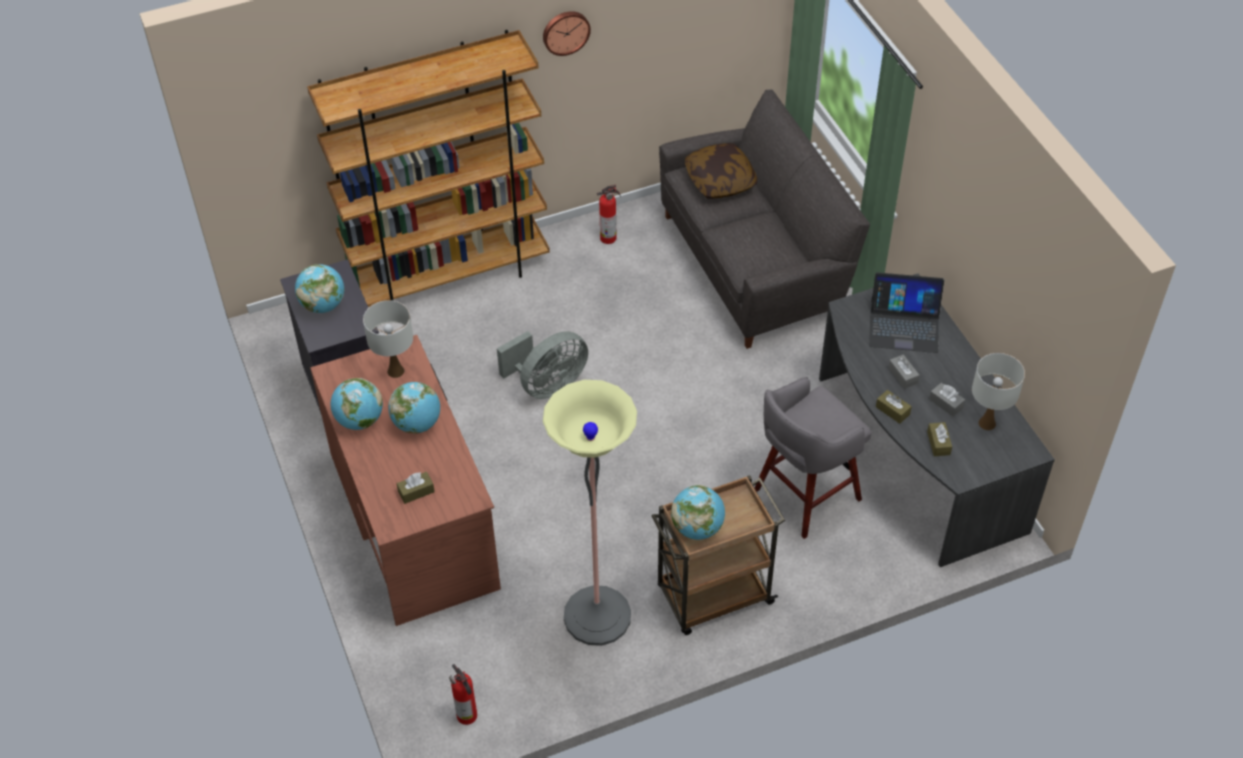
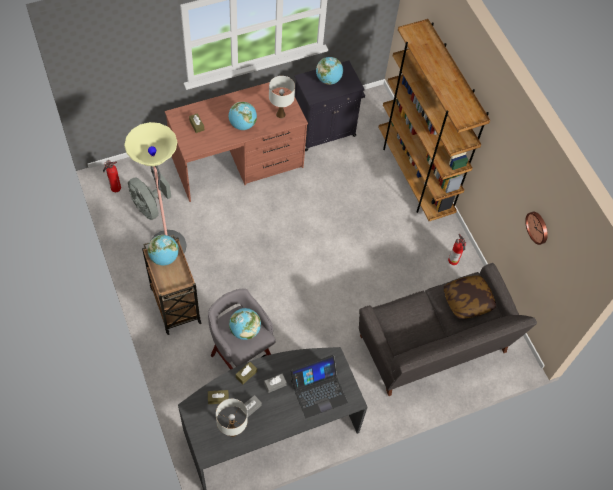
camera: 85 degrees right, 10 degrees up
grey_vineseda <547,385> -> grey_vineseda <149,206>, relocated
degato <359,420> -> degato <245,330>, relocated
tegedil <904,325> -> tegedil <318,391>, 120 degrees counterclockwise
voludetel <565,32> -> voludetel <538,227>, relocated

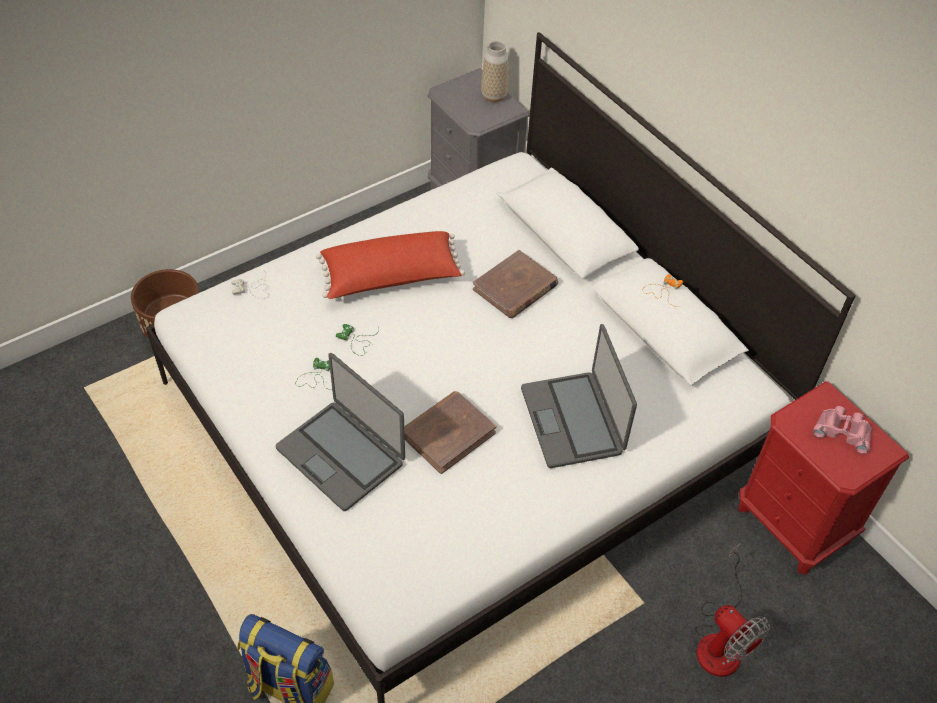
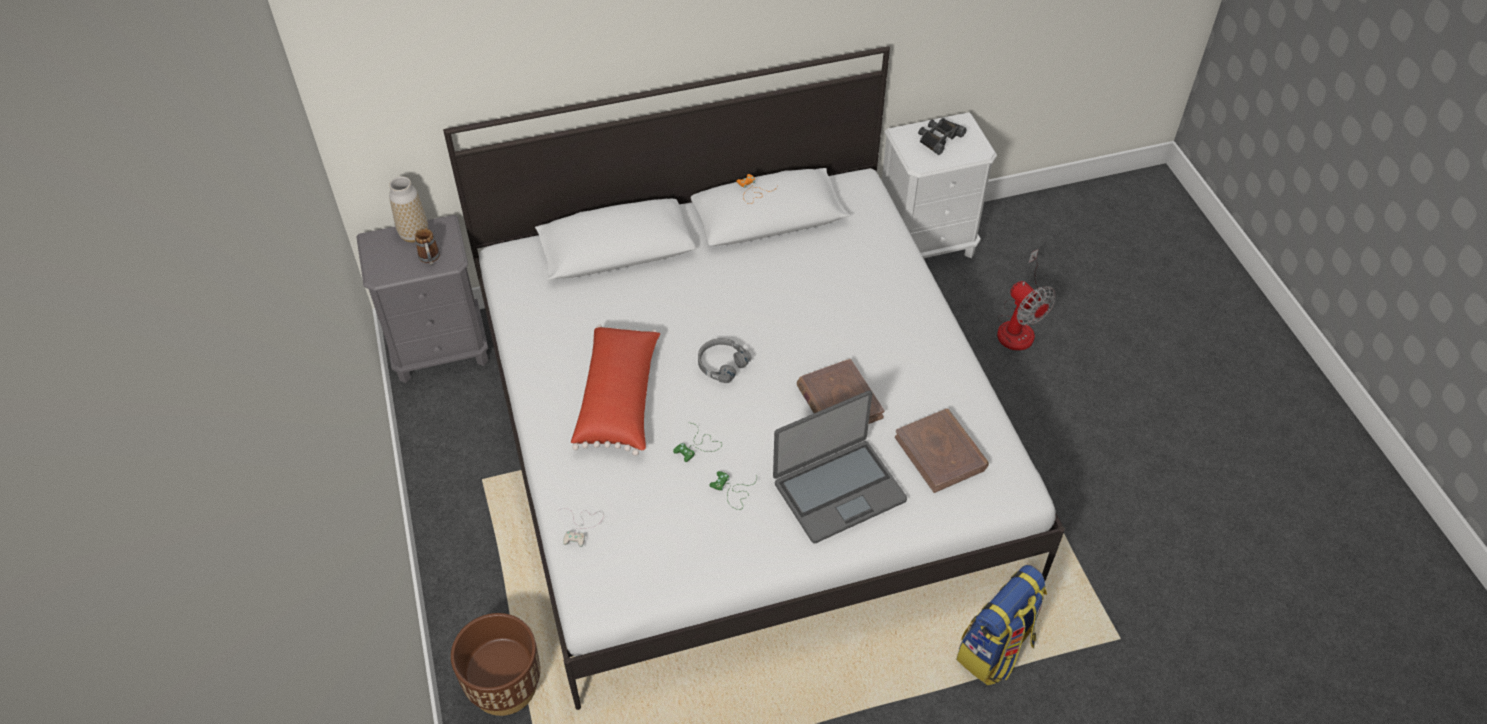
camera: 70 degrees left, 0 degrees up
none -> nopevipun <430,259>
none -> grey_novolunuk <721,364>
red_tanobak <794,524> -> white_tanobak <926,244>
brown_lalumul <515,288> -> brown_lalumul <941,452>, relocated
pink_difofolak <843,431> -> black_difofolak <938,138>
vineseda <720,640> -> vineseda <1018,326>, 75 degrees clockwise
tegedil <573,420> -> none

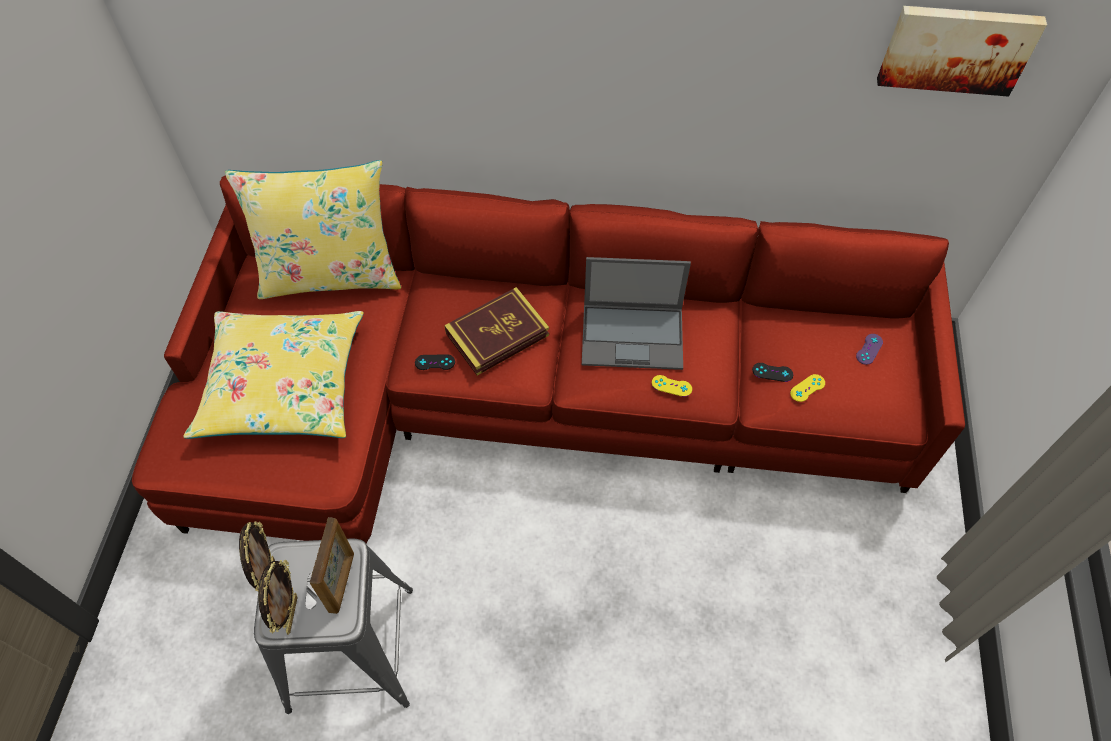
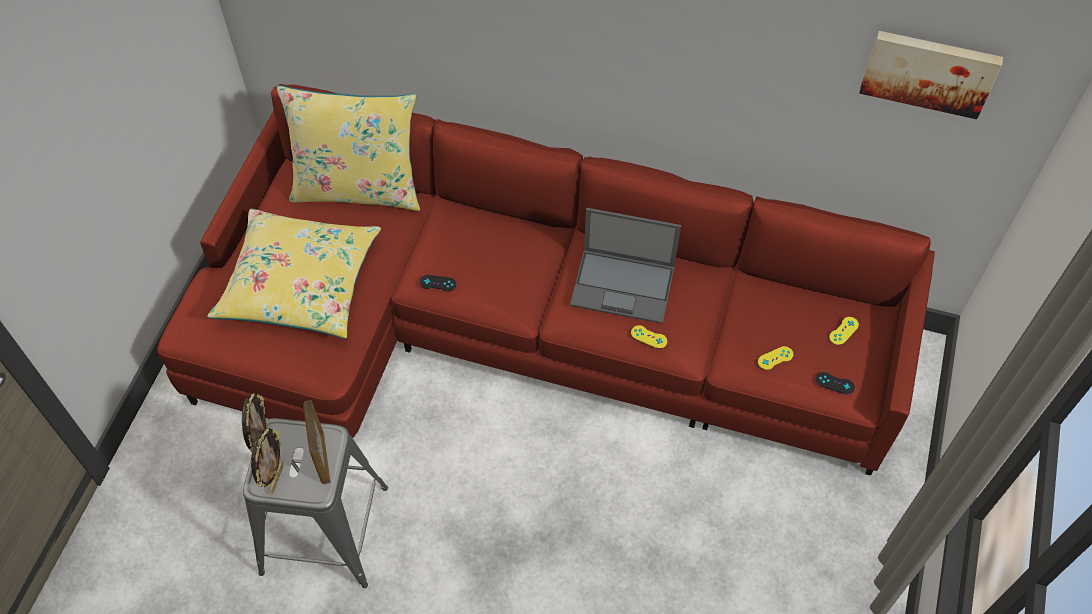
camera: 10 degrees right, 0 degrees up
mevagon <342,581> -> mevagon <322,459>, 150 degrees clockwise
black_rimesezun <772,372> -> black_rimesezun <835,383>, relocated
purple_rimesezun <869,349> -> yellow_rimesezun <843,331>
lalumul <497,334> -> none

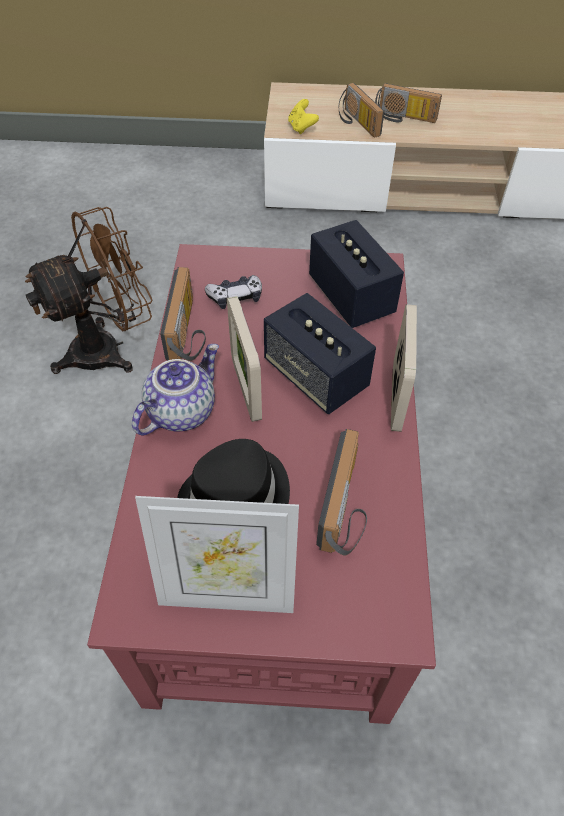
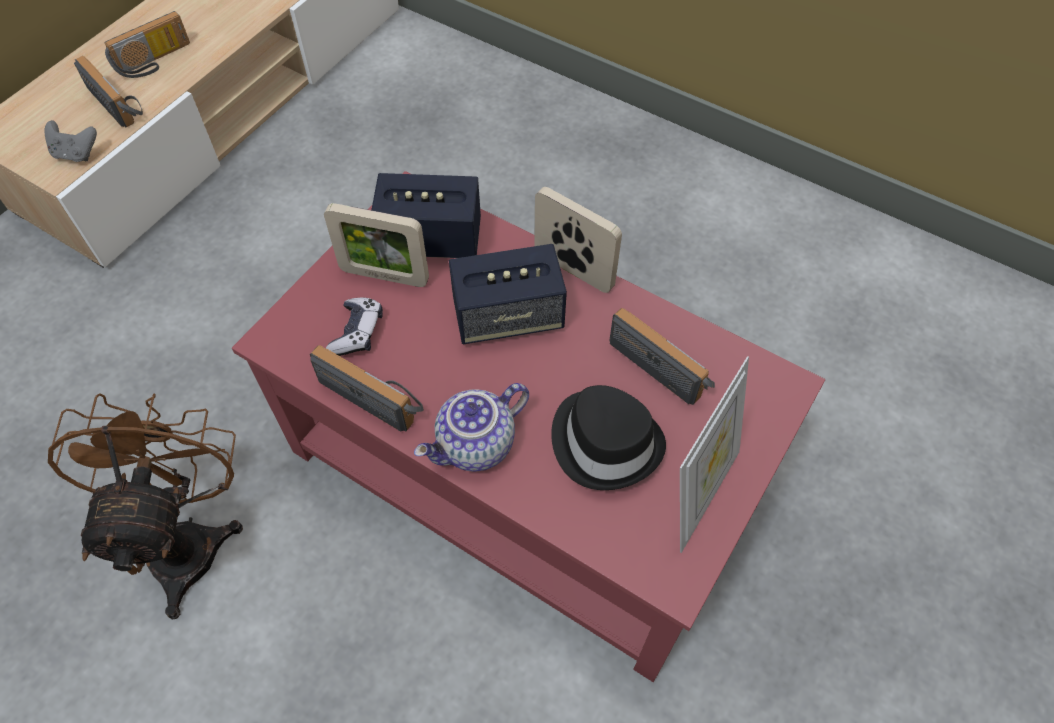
camera: 60 degrees left, 5 degrees up
yellow_rimesezun <301,128> -> grey_rimesezun <76,154>
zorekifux <356,123> -> zorekifux <119,103>, 135 degrees counterclockwise
mevagon <246,389> -> mevagon <384,276>, relocated
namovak <181,411> -> namovak <476,446>, 105 degrees counterclockwise

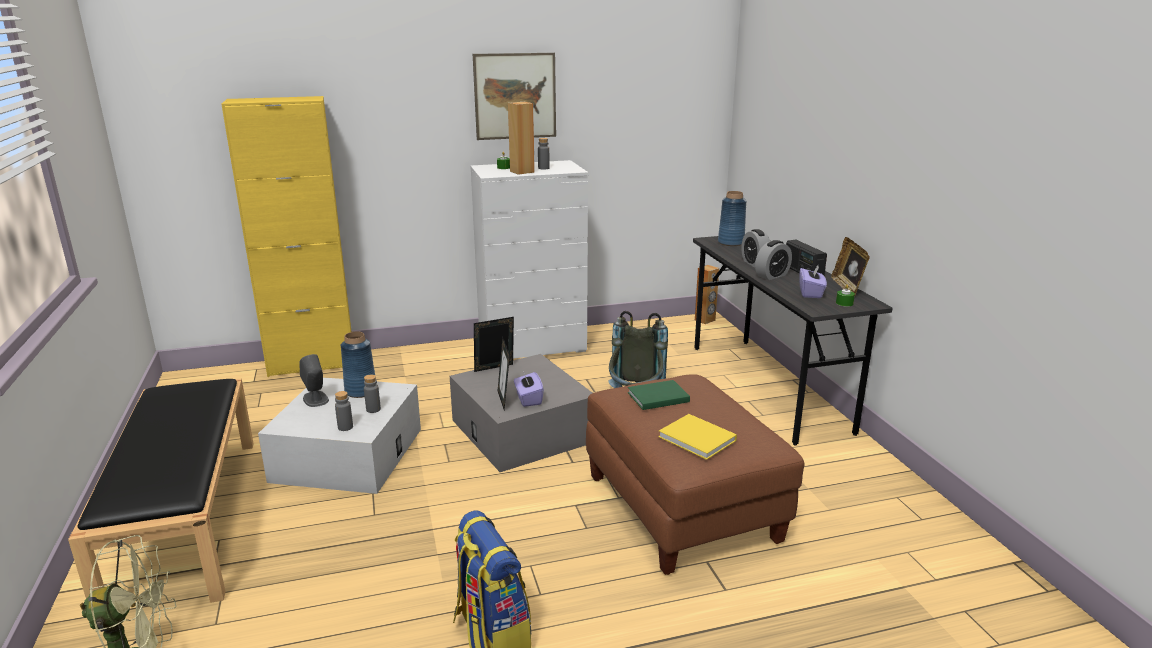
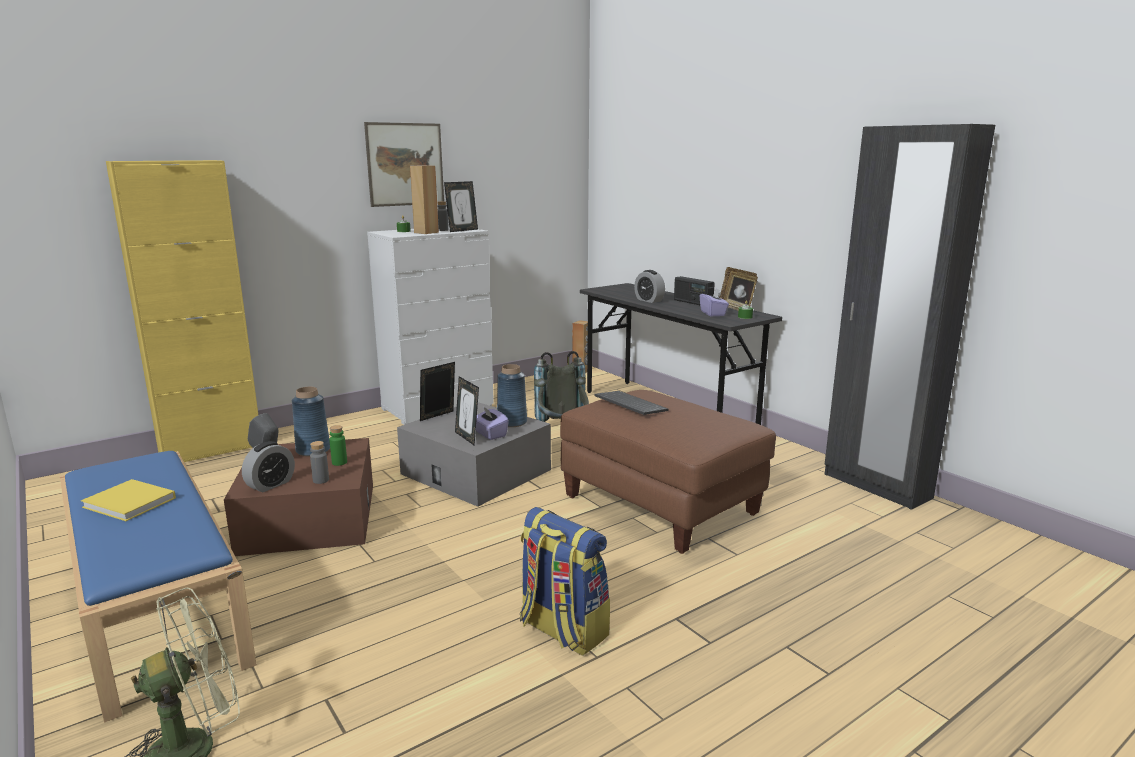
camera: 20 degrees left, 5 degrees down
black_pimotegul <186,517> -> blue_pimotegul <154,603>
yellow_lalumul <698,439> -> yellow_lalumul <131,503>, relocated
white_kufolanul <348,454> -> brown_kufolanul <309,518>
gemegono <772,276> -> gemegono <270,484>, relocated
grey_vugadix <373,409> -> green_vugadix <339,462>
none -> mevagon <462,230>
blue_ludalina <730,242> -> blue_ludalina <512,422>, relocated
green_lalumul <656,397> -> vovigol <628,405>
none -> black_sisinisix <876,486>

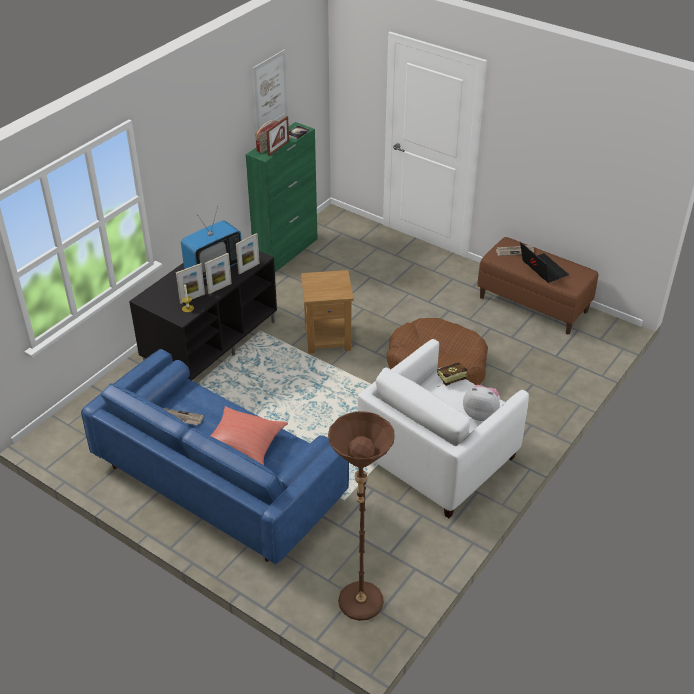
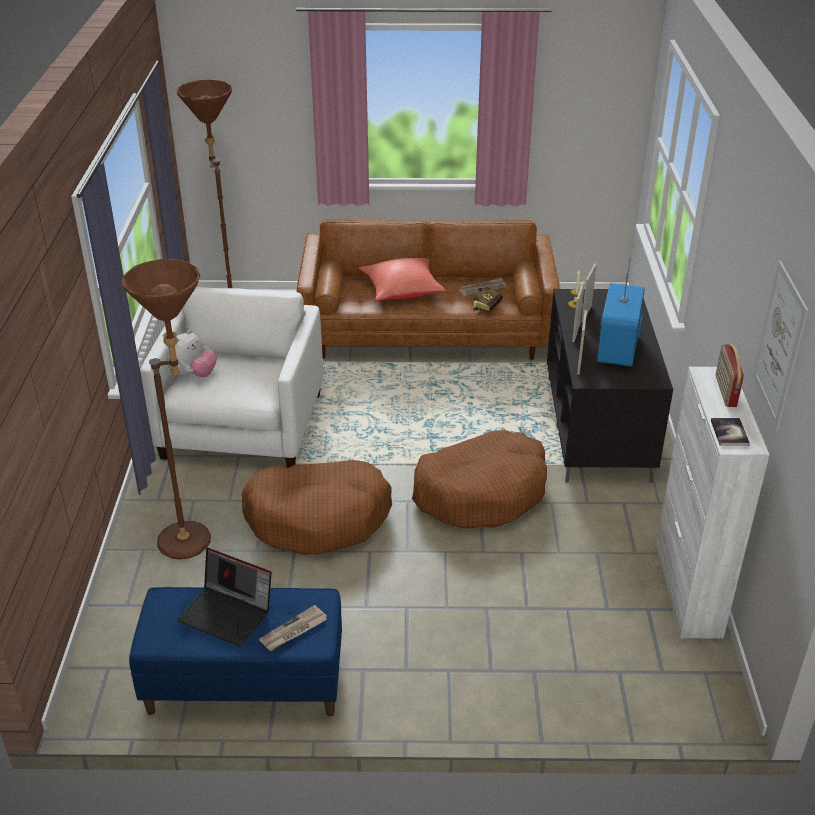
camera: 145 degrees right, 5 degrees down
none -> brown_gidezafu <196,539>
brown_pimotegul <533,304> -> blue_pimotegul <244,684>
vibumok <480,414> -> vibumok <193,375>, 45 degrees counterclockwise
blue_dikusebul <219,482> -> brown_dikusebul <427,332>
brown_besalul <328,338> -> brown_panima <481,492>
lalumul <448,379> -> lalumul <488,307>, relocated
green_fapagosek <286,252> -> white_fapagosek <687,589>
mevagon <278,148> -> none

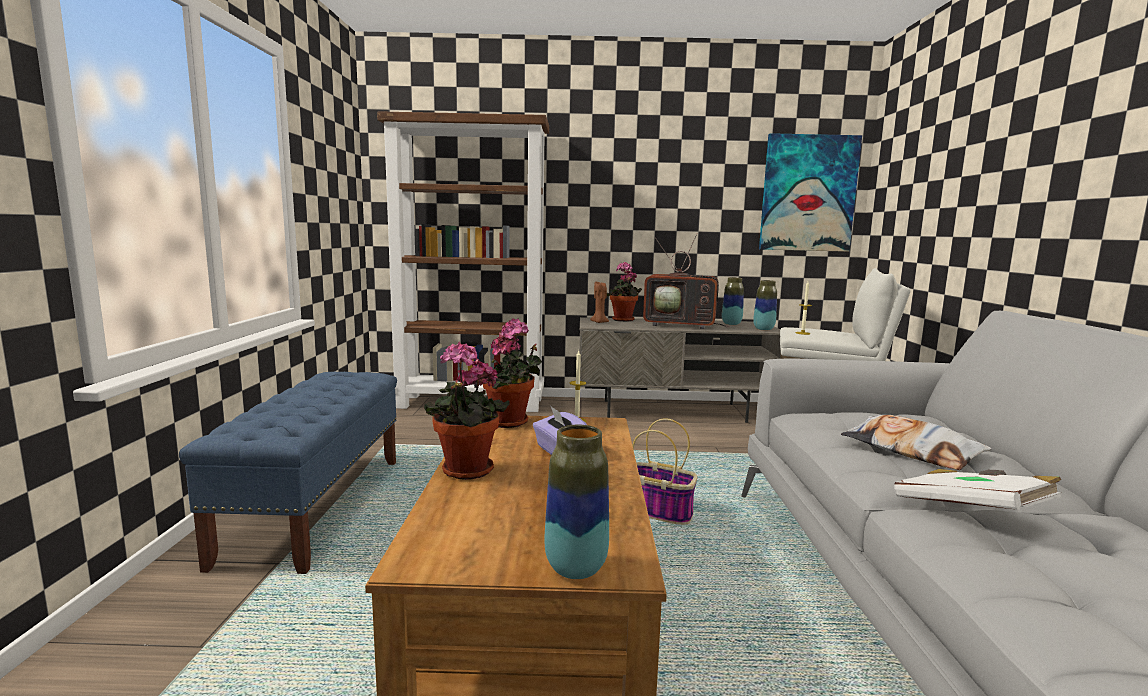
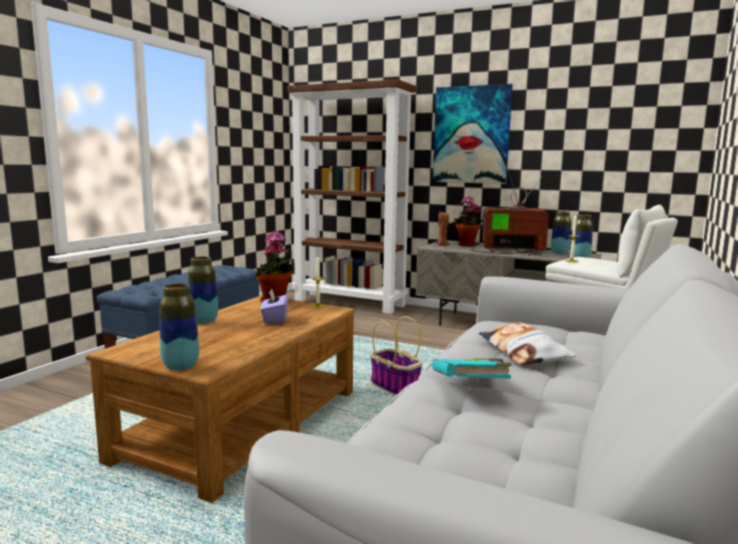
camera: 25 degrees right, 0 degrees up
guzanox <465,472> -> ludalina <204,321>
white_lalumul <970,512> -> turquoise_lalumul <470,386>
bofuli <808,193> -> bofuli <471,135>, relocated
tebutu <682,325> -> tebutu <510,251>, 150 degrees clockwise

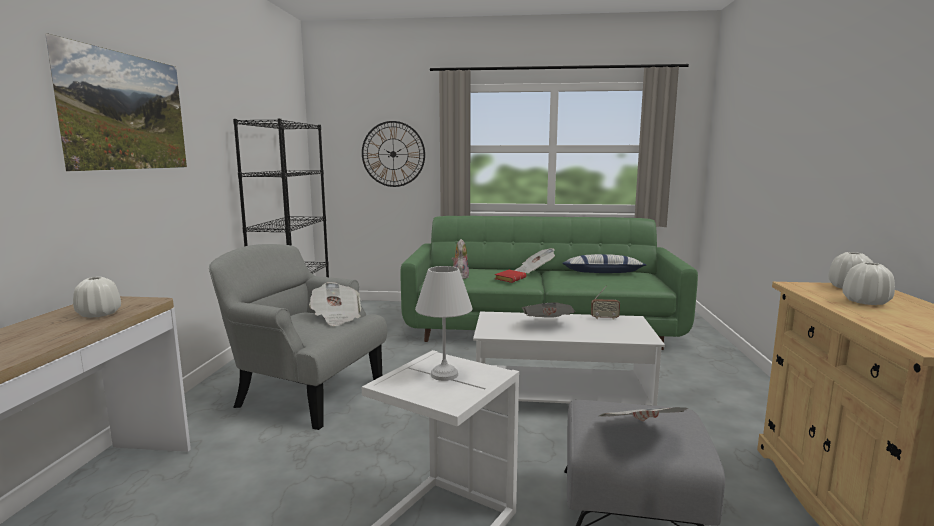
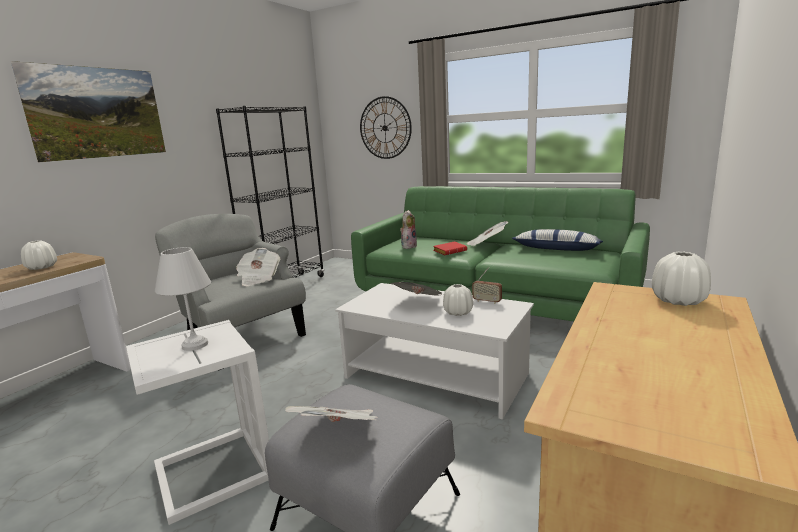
camera: 25 degrees right, 5 degrees up
white_ludalina <865,302> -> white_ludalina <458,312>, relocated

